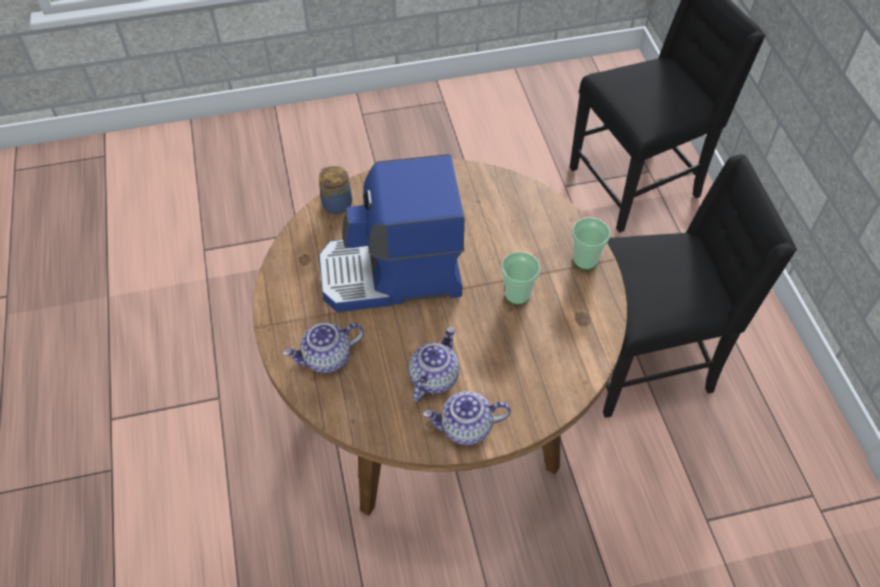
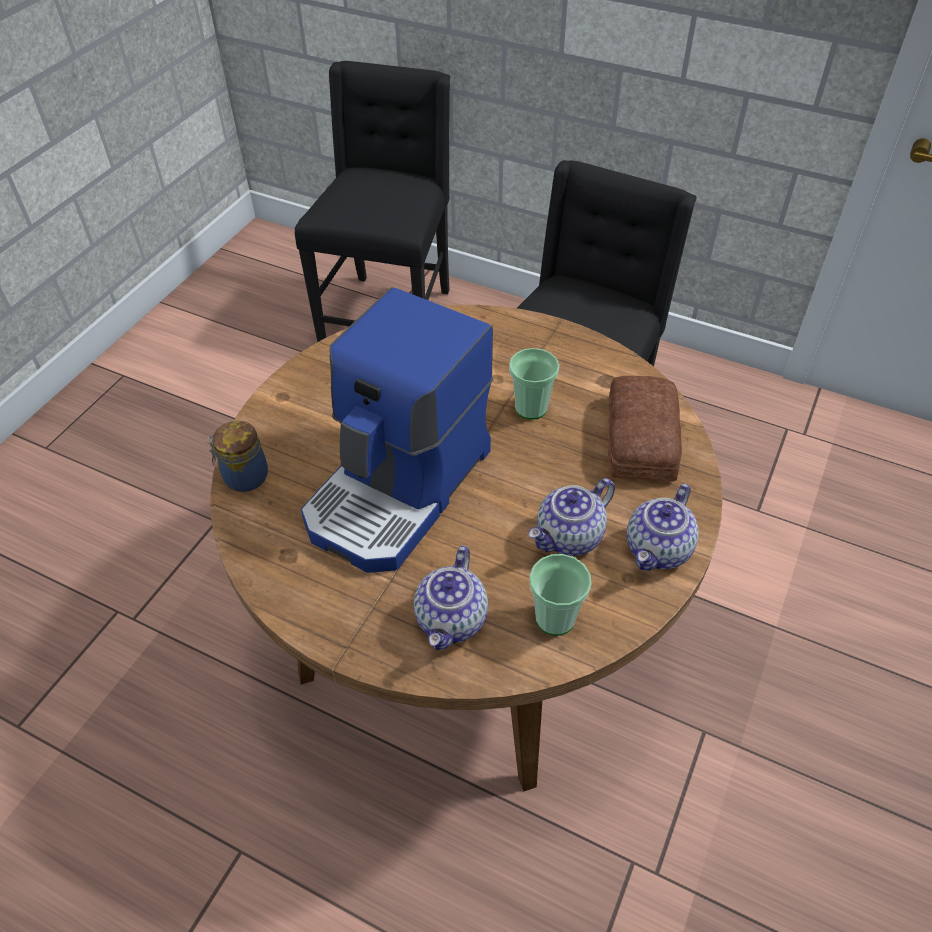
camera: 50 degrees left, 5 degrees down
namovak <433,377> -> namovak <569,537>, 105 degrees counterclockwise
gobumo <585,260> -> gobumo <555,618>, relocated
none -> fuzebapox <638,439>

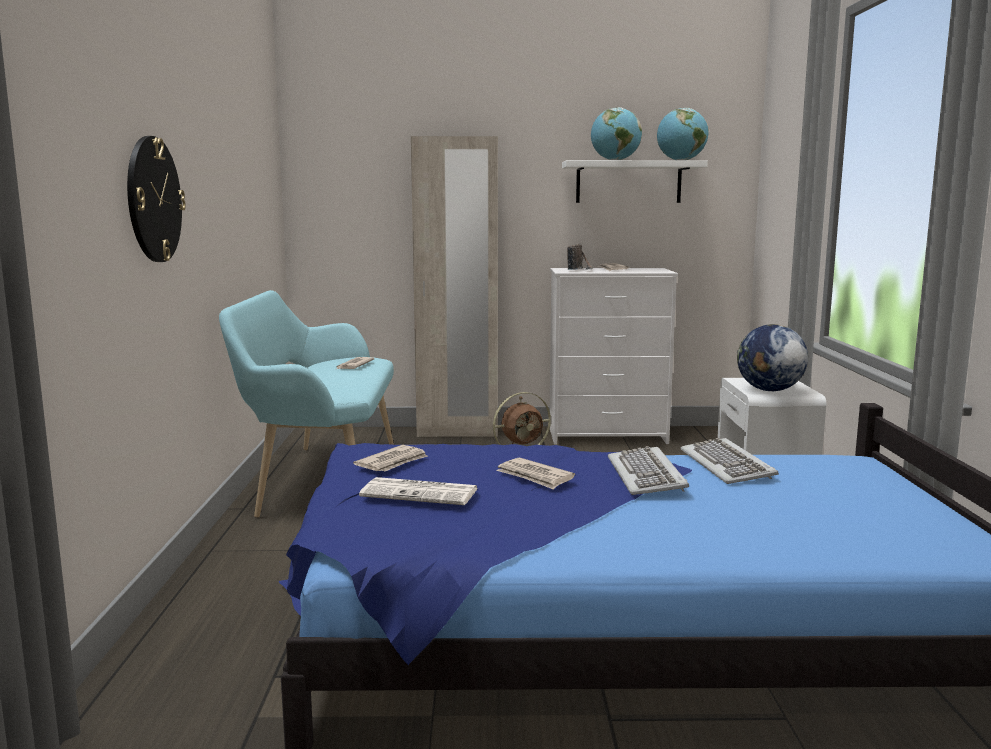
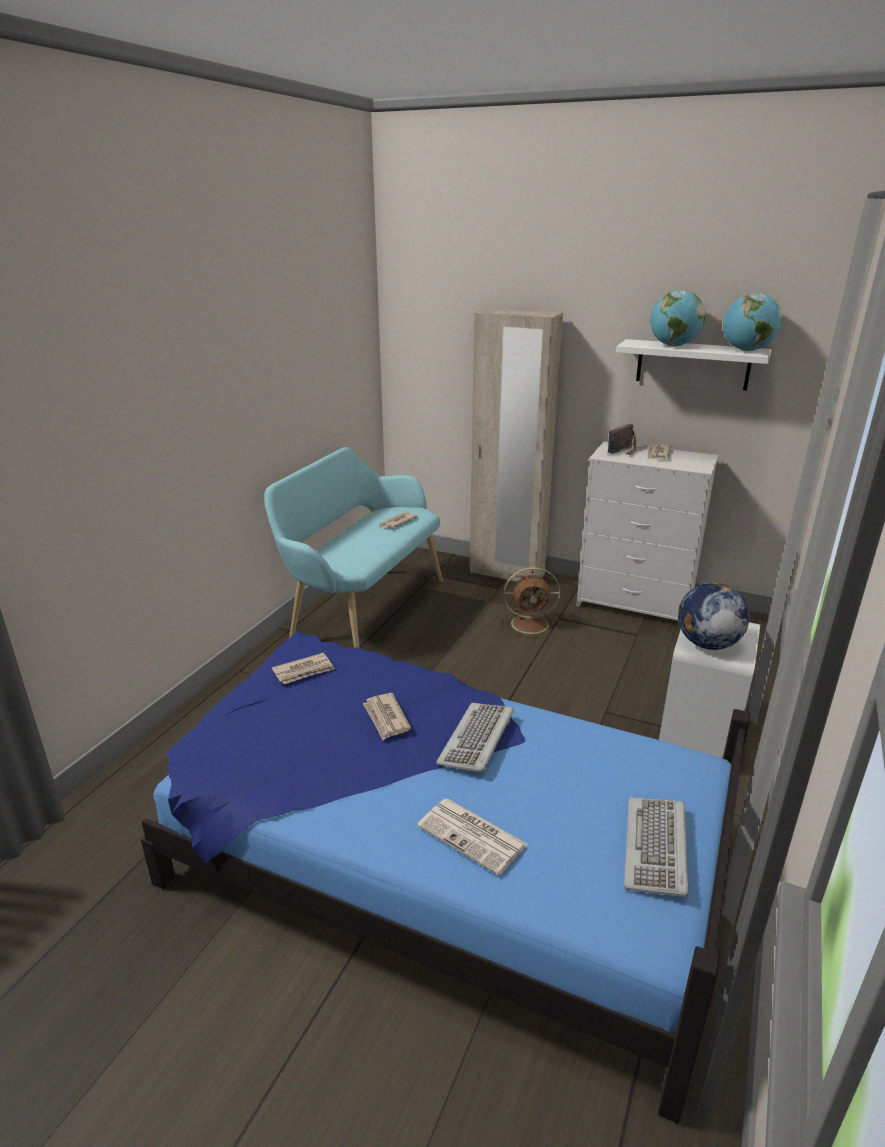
camera: 25 degrees right, 15 degrees up
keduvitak <421,493> -> keduvitak <473,836>, relocated
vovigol <727,465> -> vovigol <657,848>, relocated
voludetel <153,199> -> none

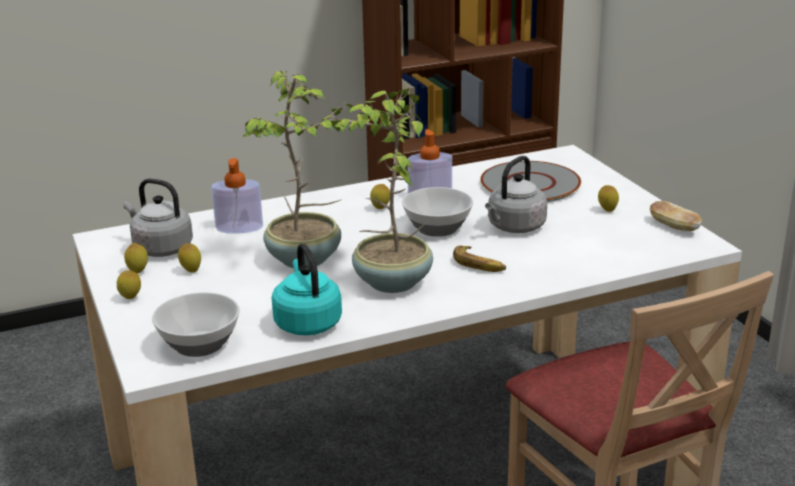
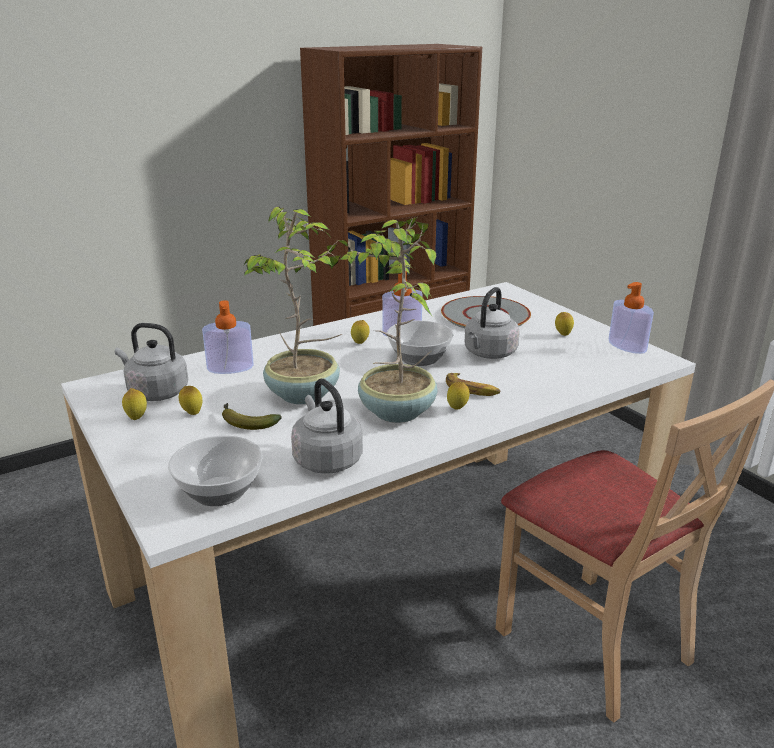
camera: 10 degrees left, 0 degrees up
none -> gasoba <246,422>
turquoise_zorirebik <307,322> -> grey_zorirebik <326,459>
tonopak <131,299> -> tonopak <457,409>, relocated
fuzebapox <674,227> -> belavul <627,346>

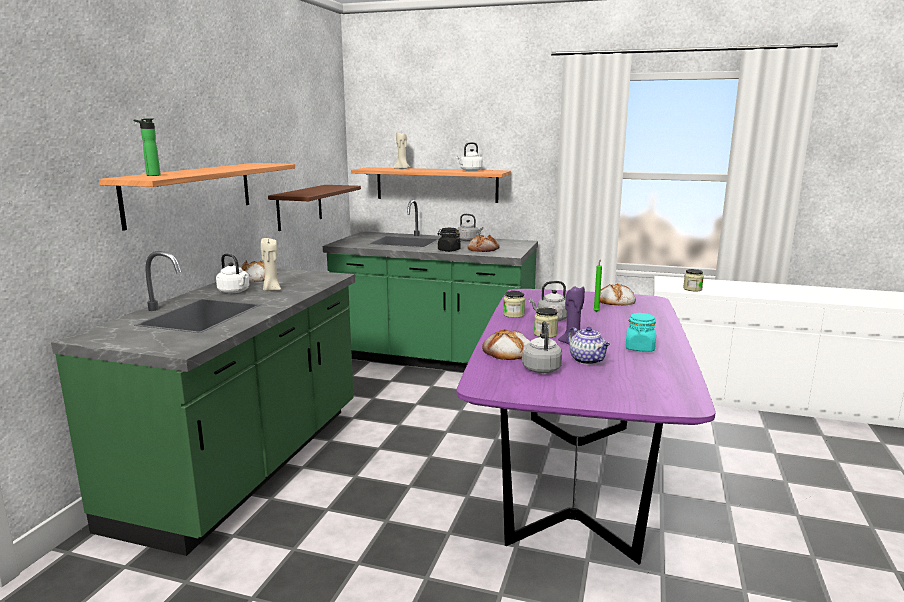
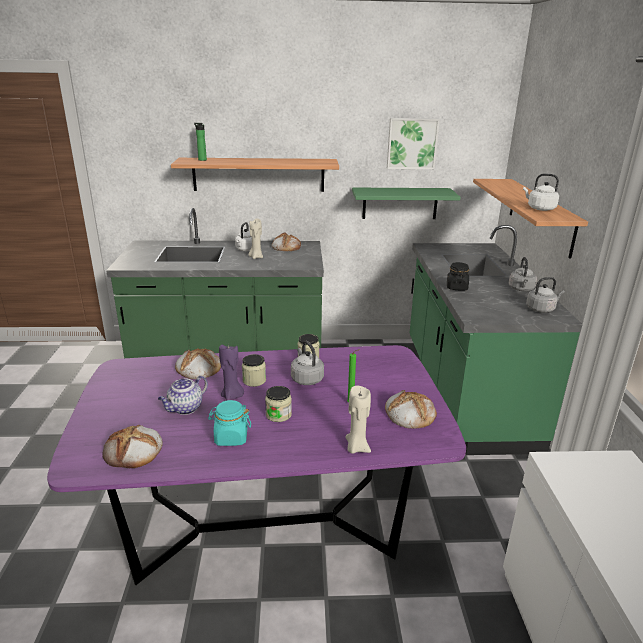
camera: 70 degrees right, 10 degrees up
fuzebapox <483,249> -> fuzebapox <134,451>, relocated
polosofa <692,289> -> polosofa <278,415>, relocated
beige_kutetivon <402,169> -> beige_kutetivon <356,447>, relocated
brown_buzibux <299,207> -> green_buzibux <400,203>
none -> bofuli <412,143>
grey_zorirebik <541,368> -> grey_zorirebik <541,309>, relocated

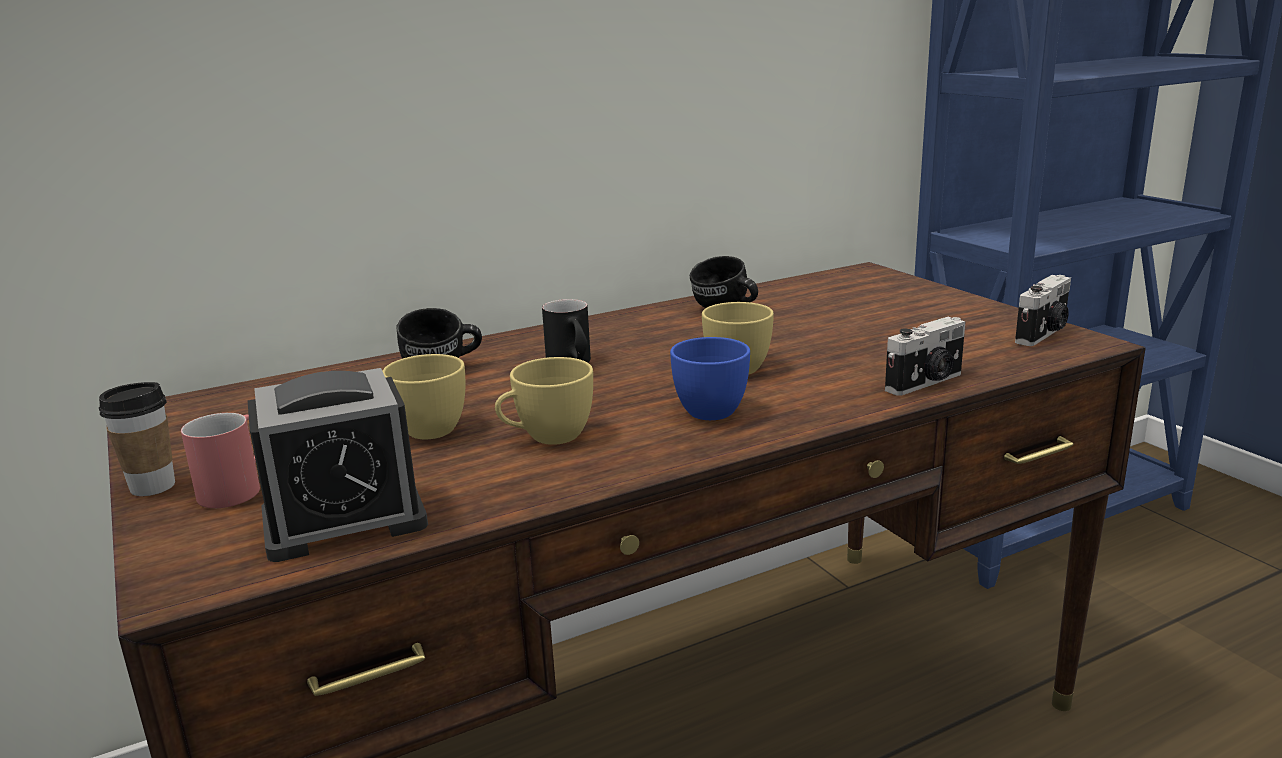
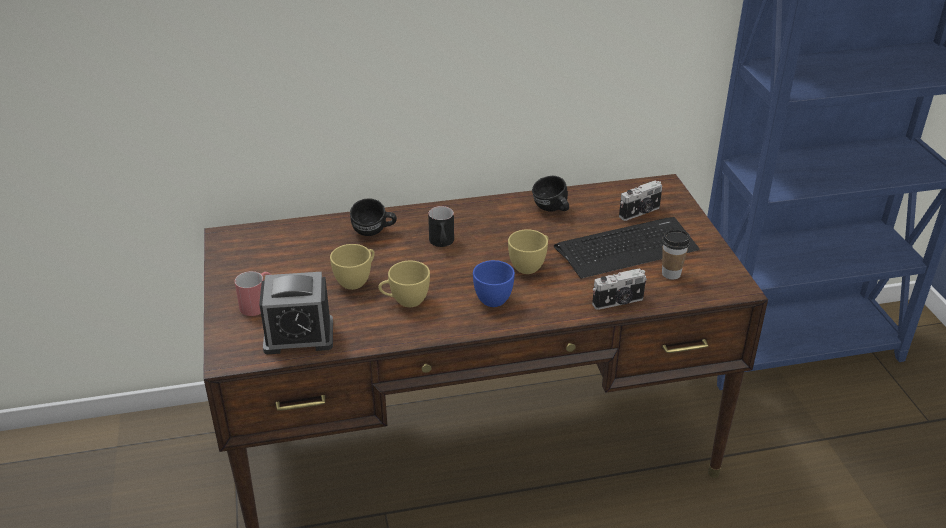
camera: 15 degrees right, 15 degrees up
none -> vovigol <627,248>
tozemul <1043,334> -> tozemul <640,213>, relocated
gobumo <152,486> -> gobumo <671,274>, relocated

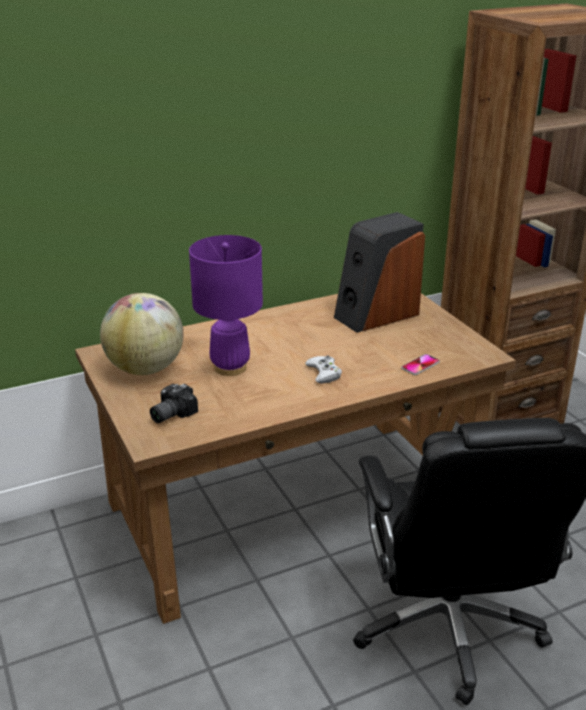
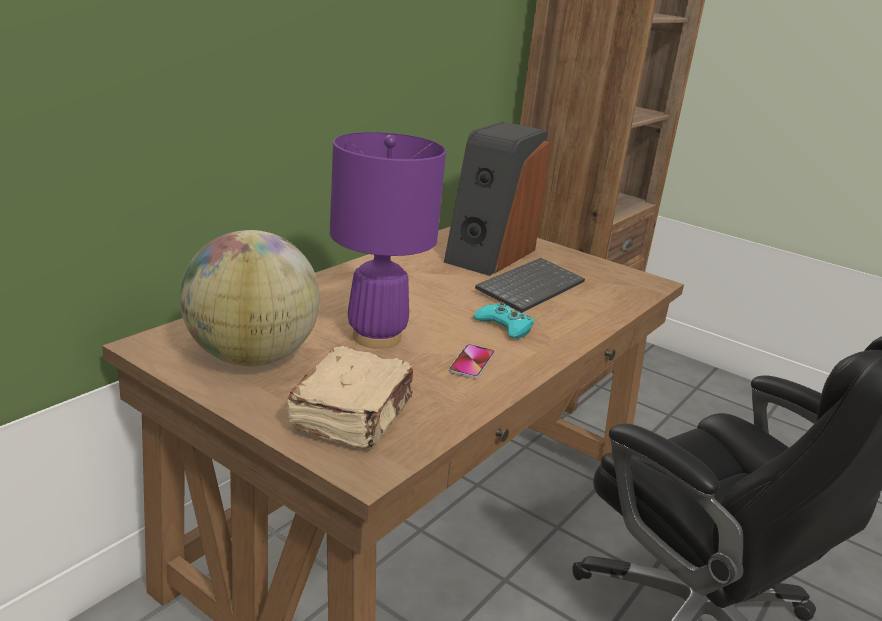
camera: 30 degrees left, 5 degrees down
tozemul <170,414> -> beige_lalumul <354,416>
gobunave <420,365> -> gobunave <472,363>, relocated
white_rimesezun <324,373> -> turquoise_rimesezun <505,326>
none -> vovigol <530,286>

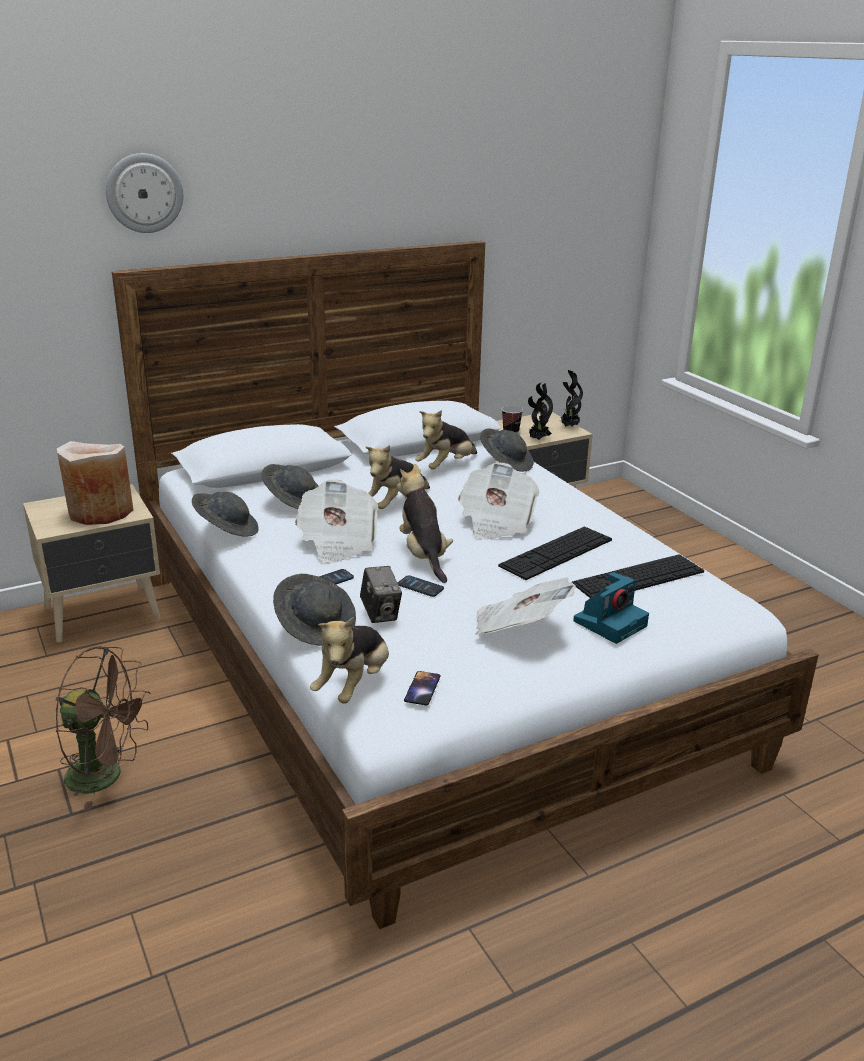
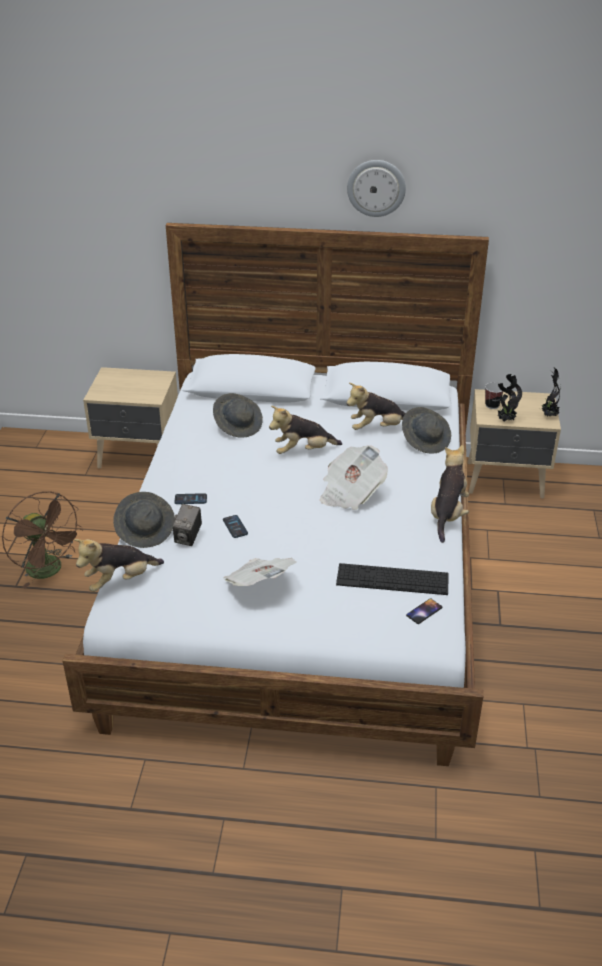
camera: 35 degrees right, 10 degrees up
voludetel <144,193> -> voludetel <376,188>, relocated
gobunave <422,688> -> gobunave <424,611>, relocated
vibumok <423,555> -> vibumok <447,514>, relocated
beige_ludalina <100,511> -> none
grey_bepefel <227,530> -> none
keduvitak <337,543> -> none
vovigol <556,552> -> none
tozemul <610,622> -> none

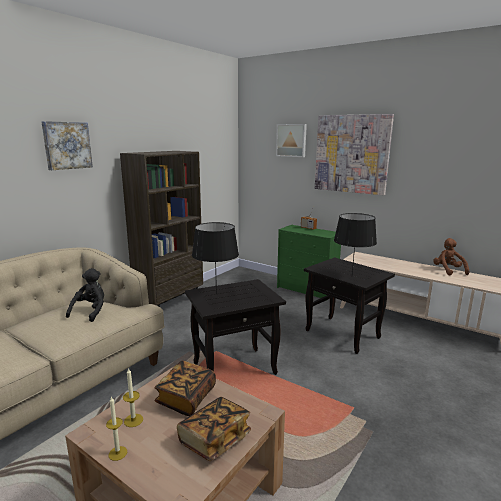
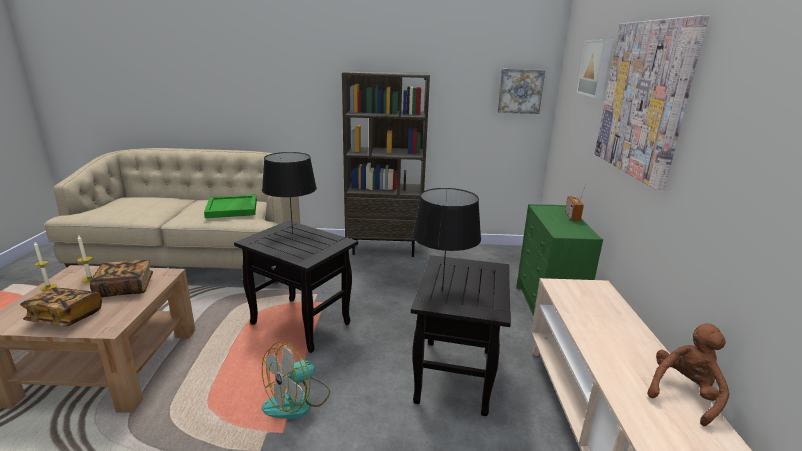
camera: 55 degrees right, 5 degrees up
black_vibumok <90,311> -> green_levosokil <232,209>
none -> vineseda <297,401>
bofuli <67,145> -> bofuli <520,91>, relocated

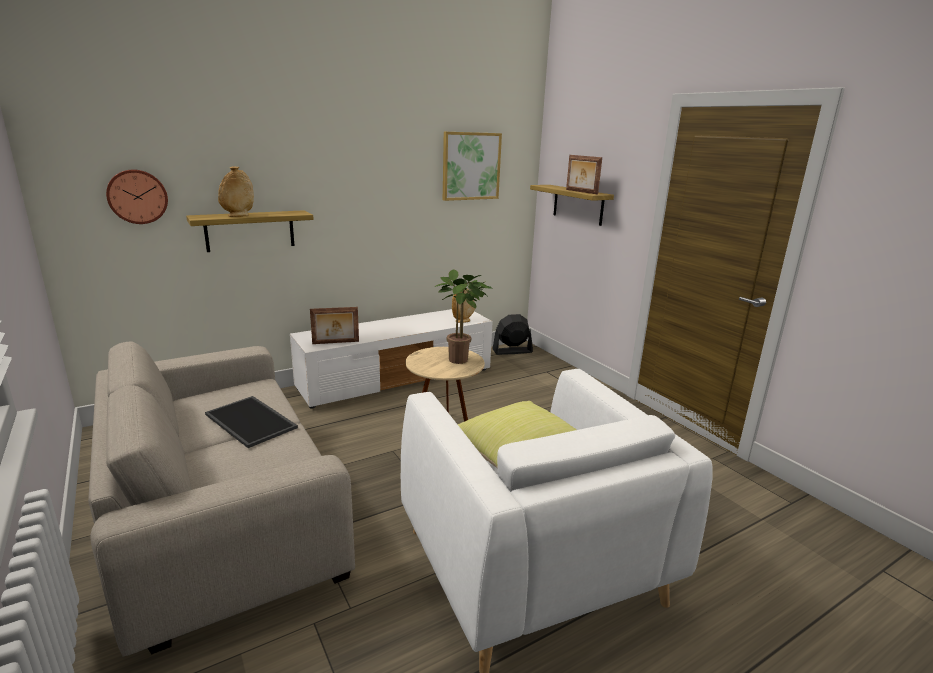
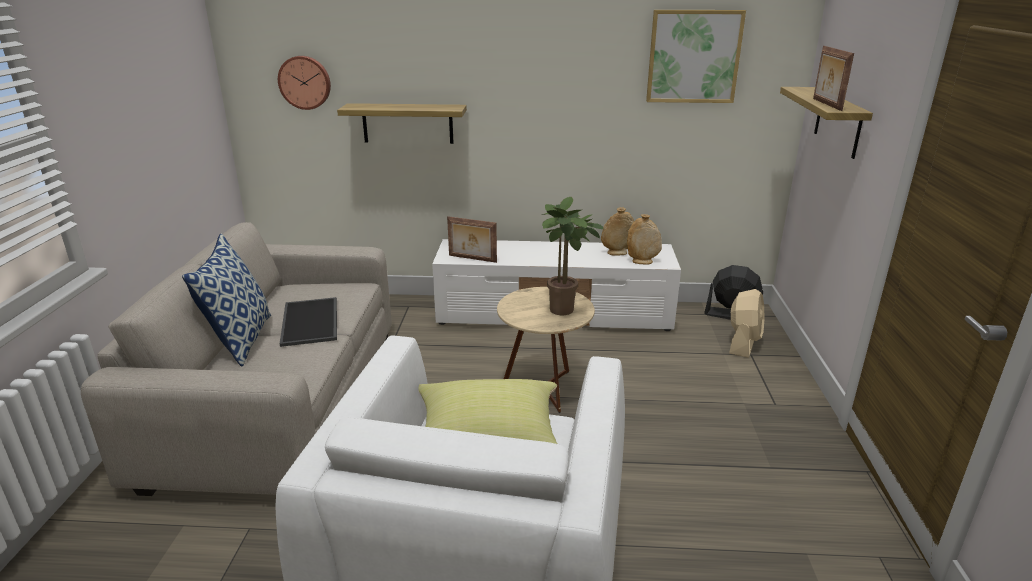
camera: 35 degrees right, 5 degrees up
none -> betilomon <240,340>
beige_ludalina <238,216> -> beige_ludalina <617,253>, relocated
none -> beige_vineseda <743,343>

